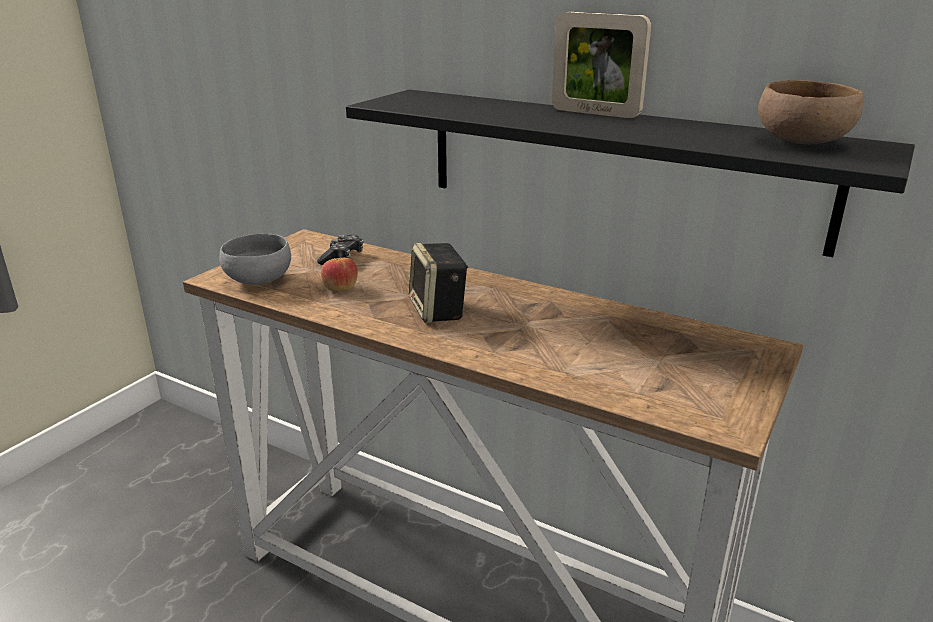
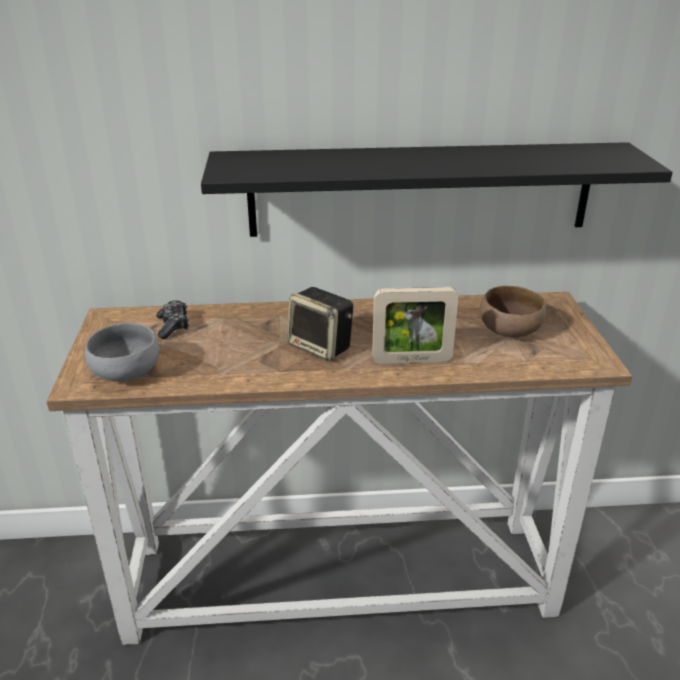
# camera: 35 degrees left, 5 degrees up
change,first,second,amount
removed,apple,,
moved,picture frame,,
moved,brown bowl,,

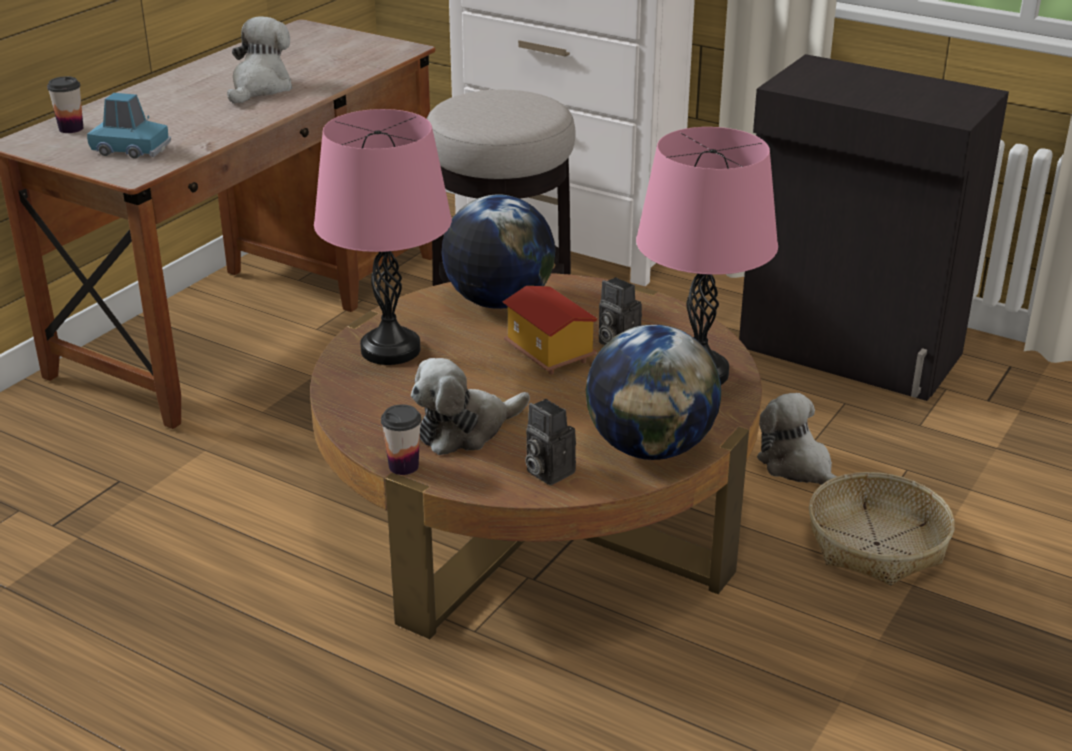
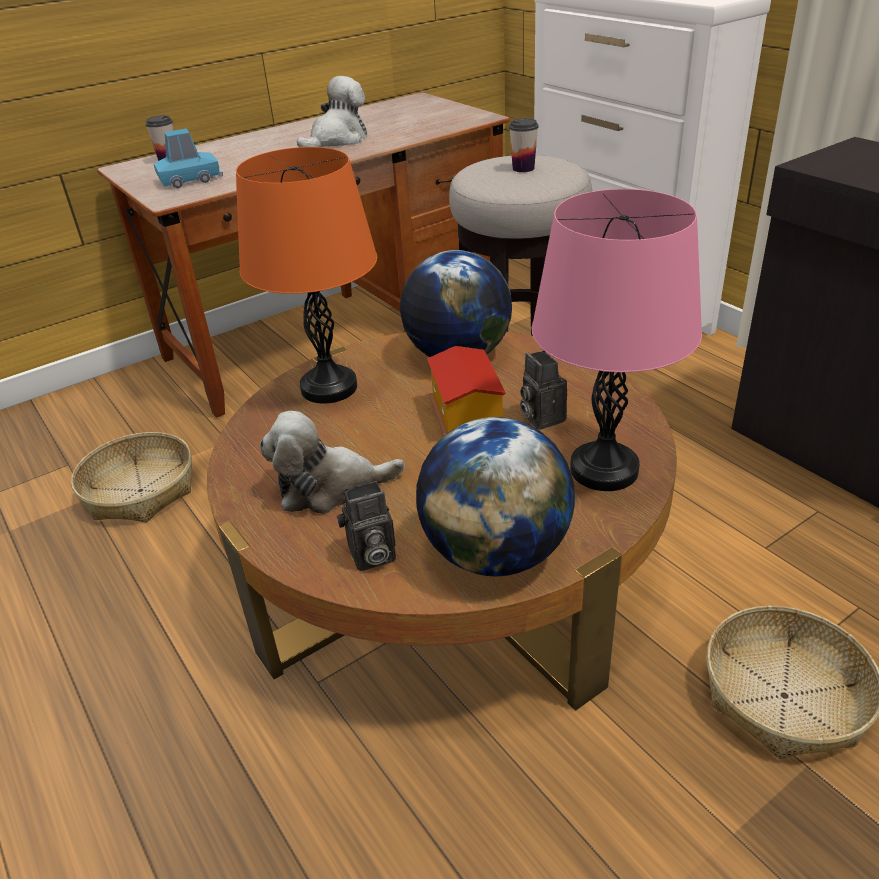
# camera: 25 degrees right, 5 degrees up
change,first,second,amount
turned,blue toy car,,60 degrees counterclockwise
recoloured,pink table lamp (1st from left),orange table lamp,
moved,cup (2nd from left),,
turned,photo camera (1st from left),,90 degrees counterclockwise
removed,plush toy (3rd from left),,
added,,basket (1st from left),

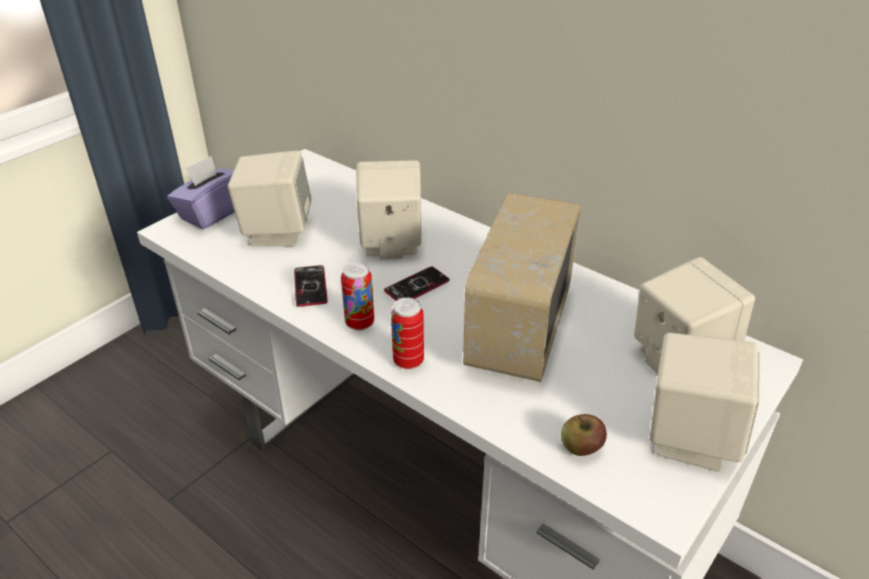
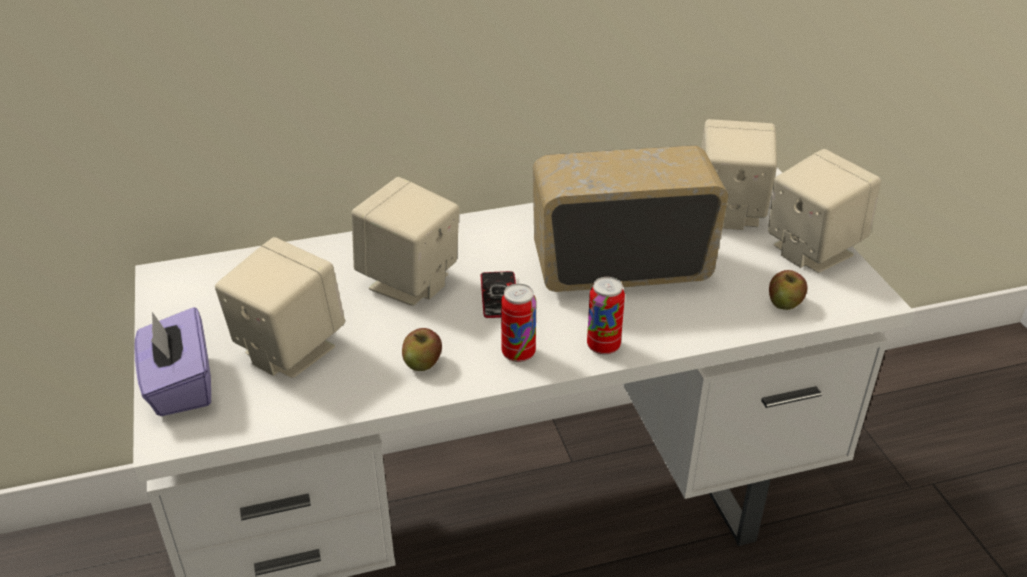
# camera: 55 degrees left, 0 degrees up
change,first,second,amount
replaced,phone (1st from left),apple (1st from left),
turned,radio,,120 degrees clockwise

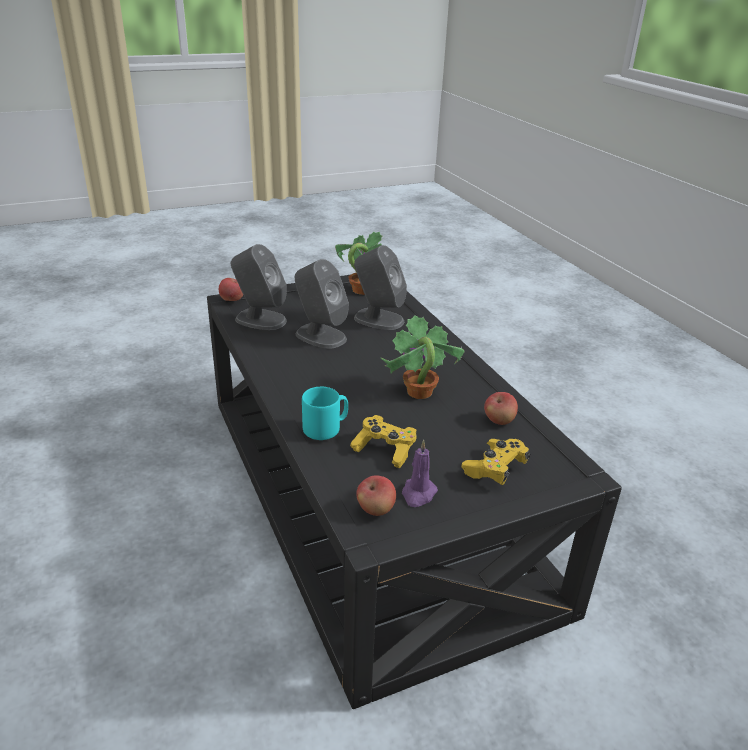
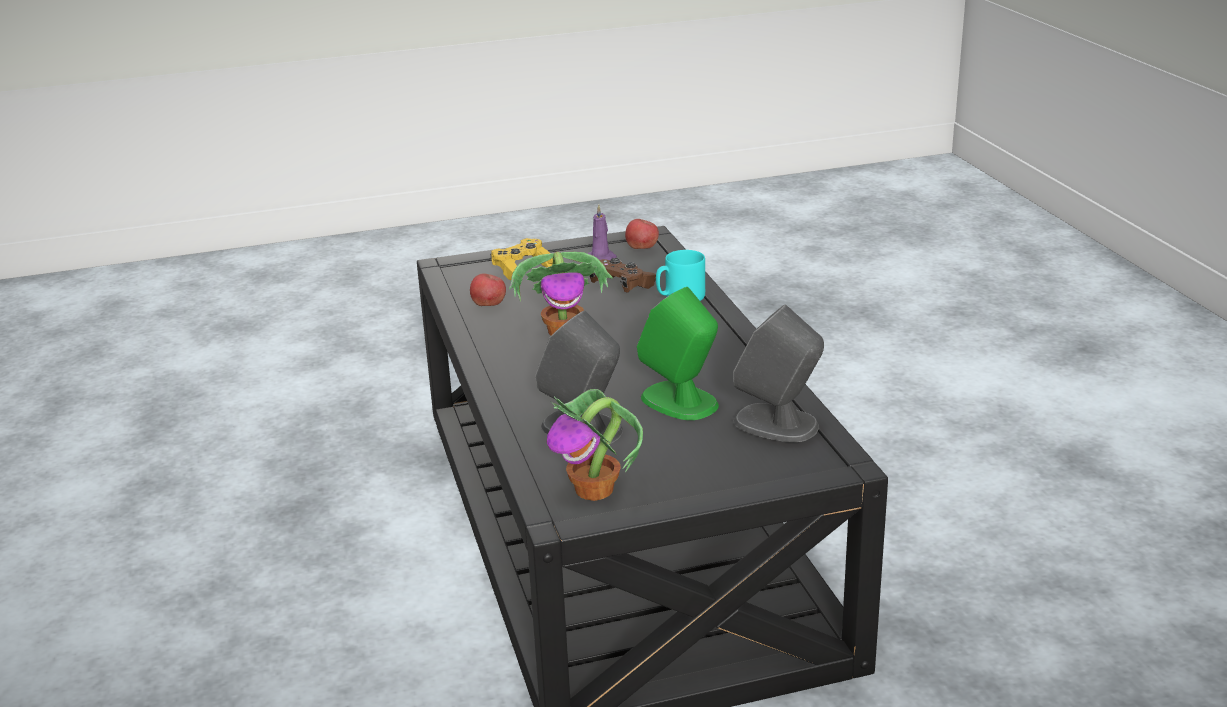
# camera: 170 degrees left, 5 degrees down
change,first,second,amount
removed,apple (1st from left),,
recoloured,grey speaker (2nd from left),green speaker,
recoloured,yellow game controller (1st from left),brown game controller,

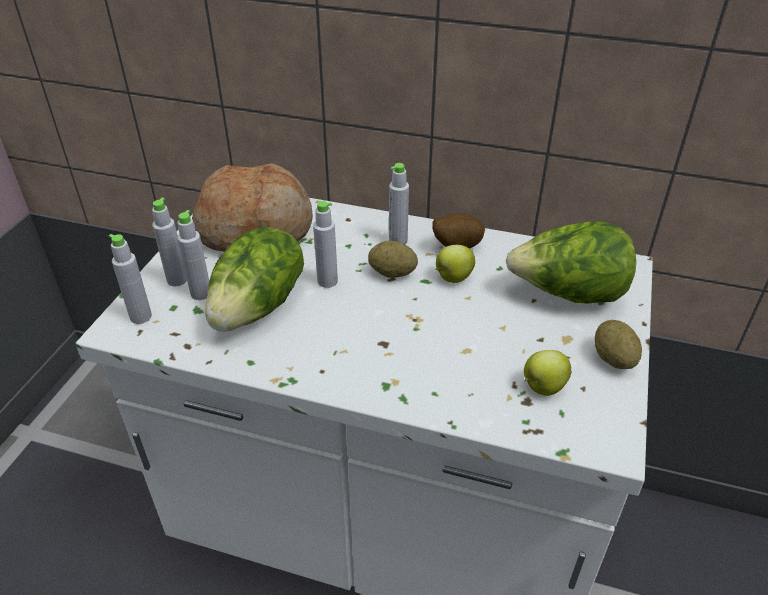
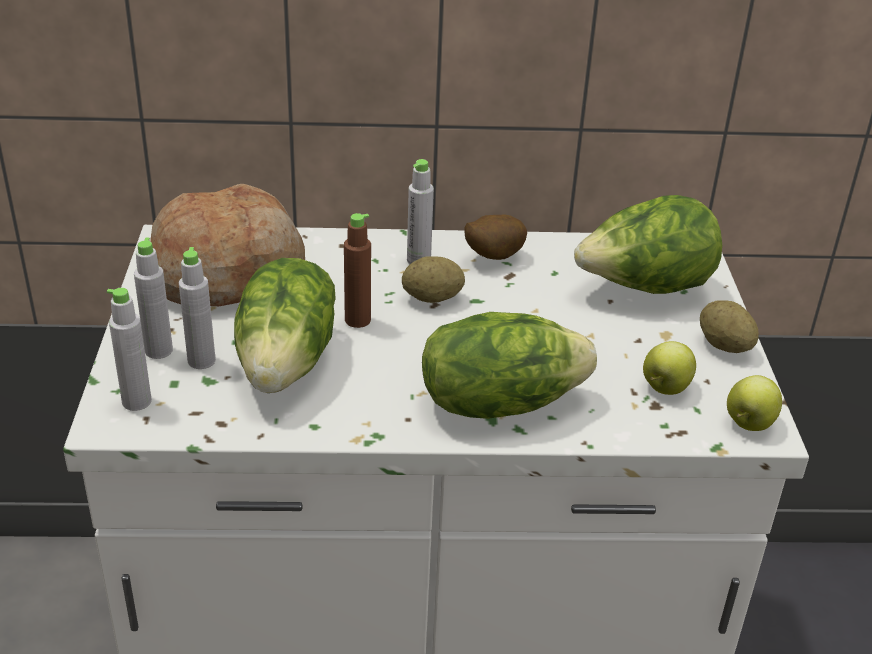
# camera: 20 degrees left, 5 degrees down
change,first,second,amount
recoloured,grey bottle (4th from left),brown bottle,
moved,apple (1st from left in the first image),apple (2nd from left),
added,,lettuce (2nd from left),

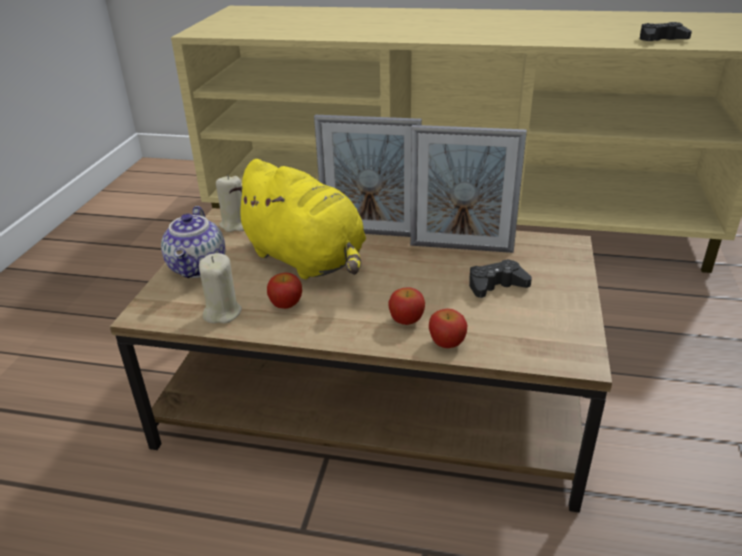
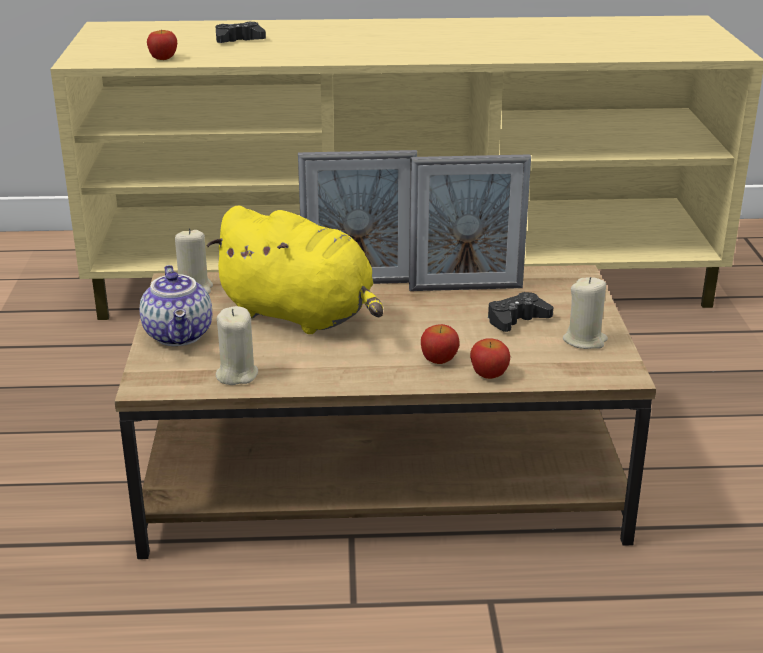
# camera: 15 degrees left, 5 degrees down
change,first,second,amount
moved,apple (1st from left),,
moved,black game controller (2nd from left in the first image),black game controller (1st from left),
added,,beige candle (3rd from left),

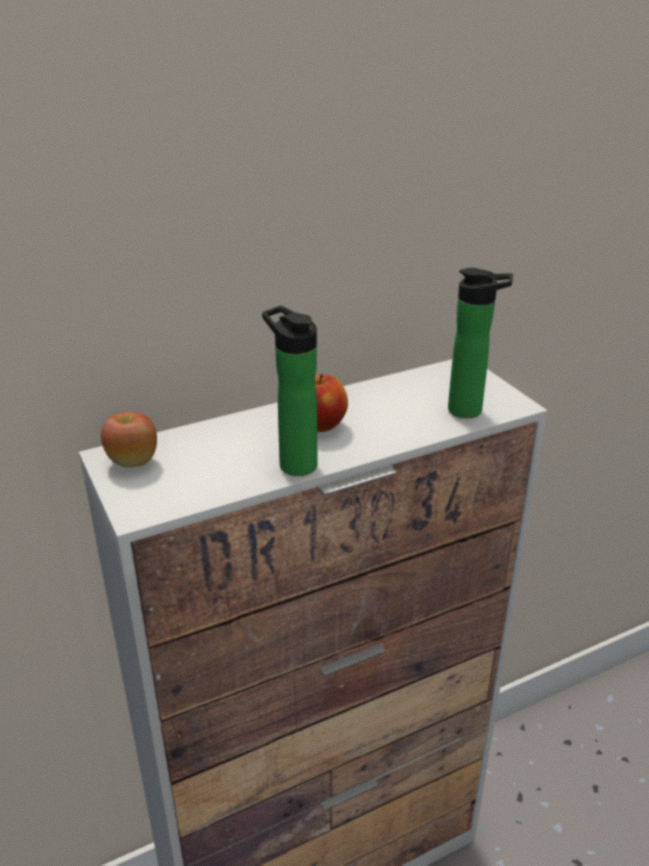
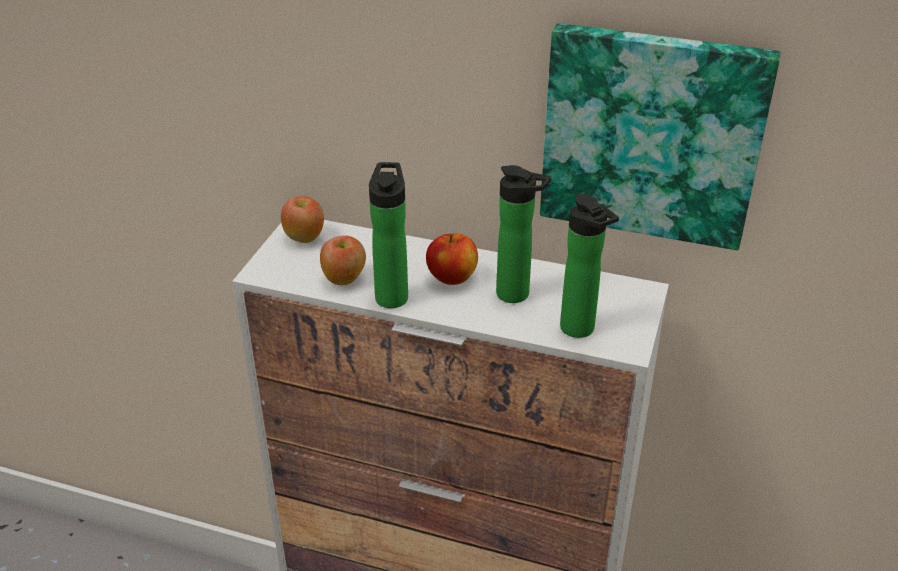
# camera: 45 degrees right, 5 degrees up
change,first,second,amount
added,,apple (2nd from left),
added,,bottle (2nd from left),
added,,picture,

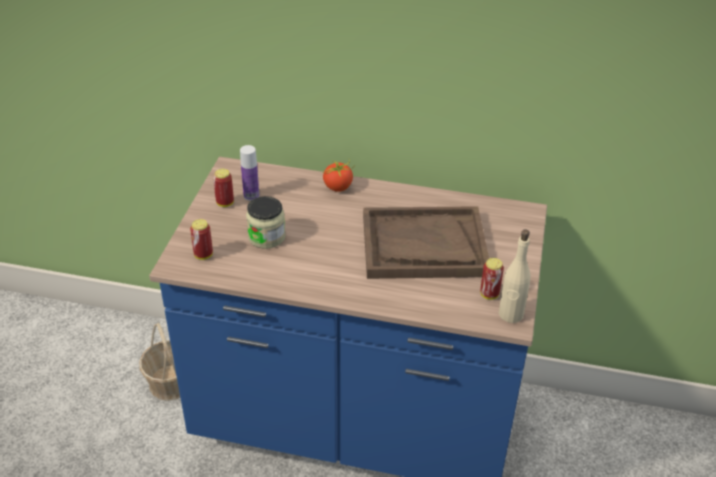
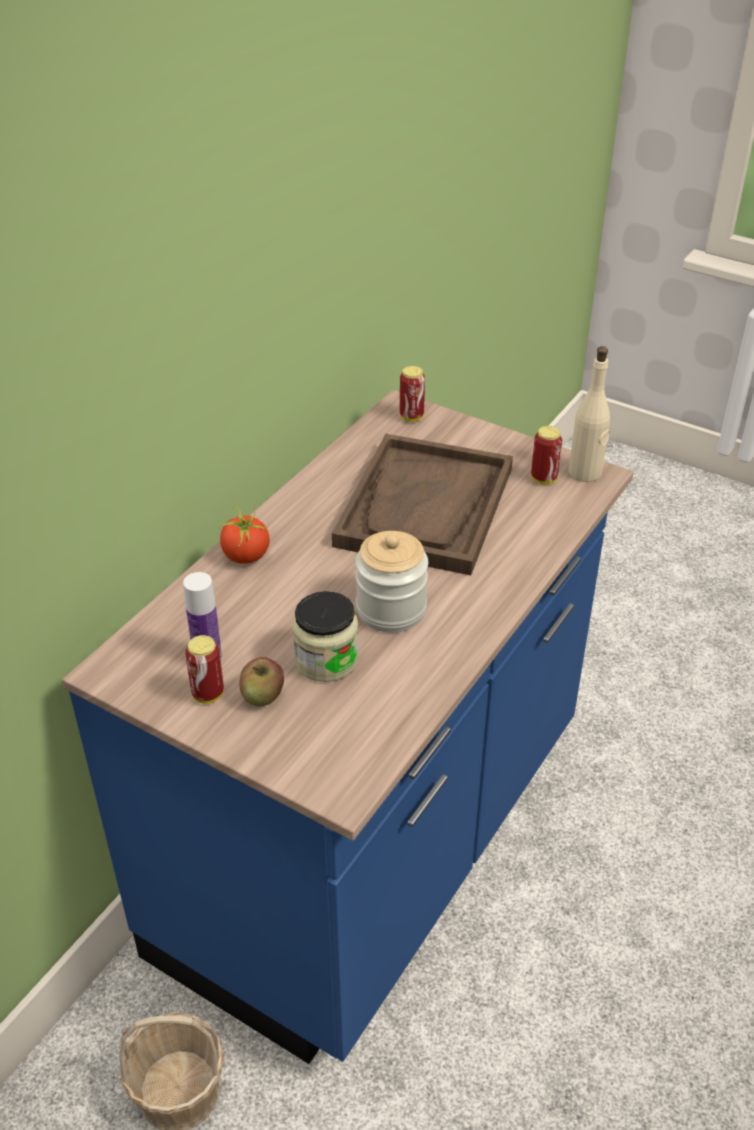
# camera: 70 degrees left, 0 degrees up
change,first,second,amount
moved,can (1st from left in the first image),can (2nd from left),
added,,apple,
added,,jar (2nd from left),

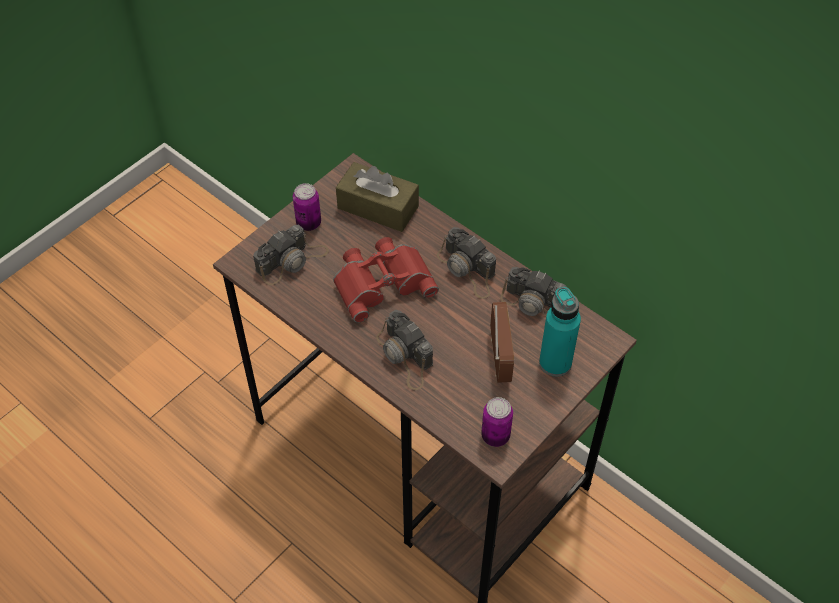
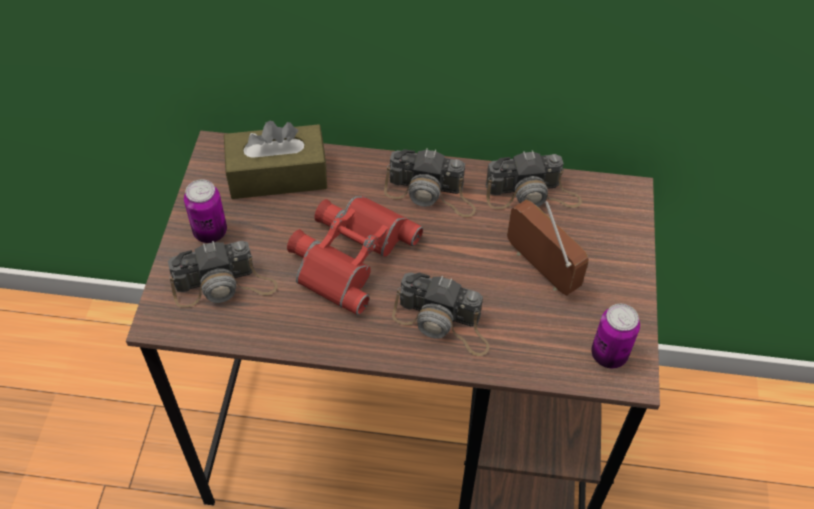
# camera: 35 degrees left, 0 degrees up
change,first,second,amount
turned,photo camera (1st from left),,60 degrees clockwise
removed,turquoise bottle,,

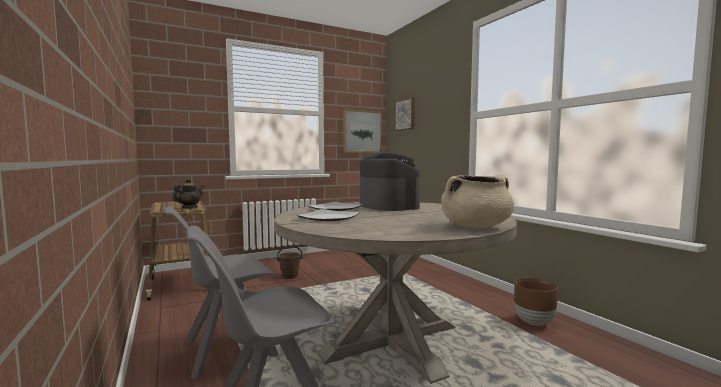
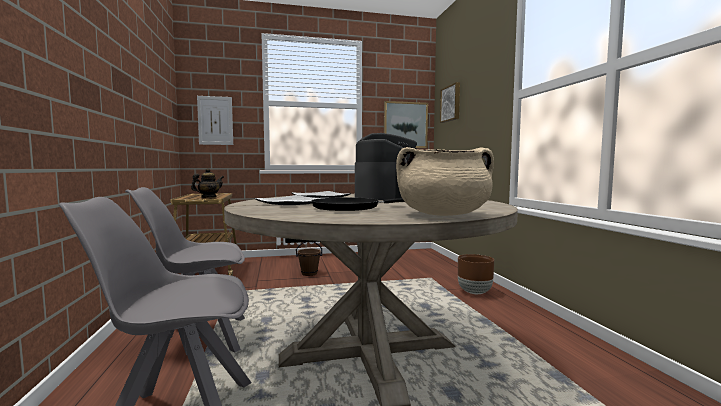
# camera: 15 degrees right, 0 degrees up
change,first,second,amount
moved,brown planter,,
added,,picture (1st from left),
added,,black frying pan,

